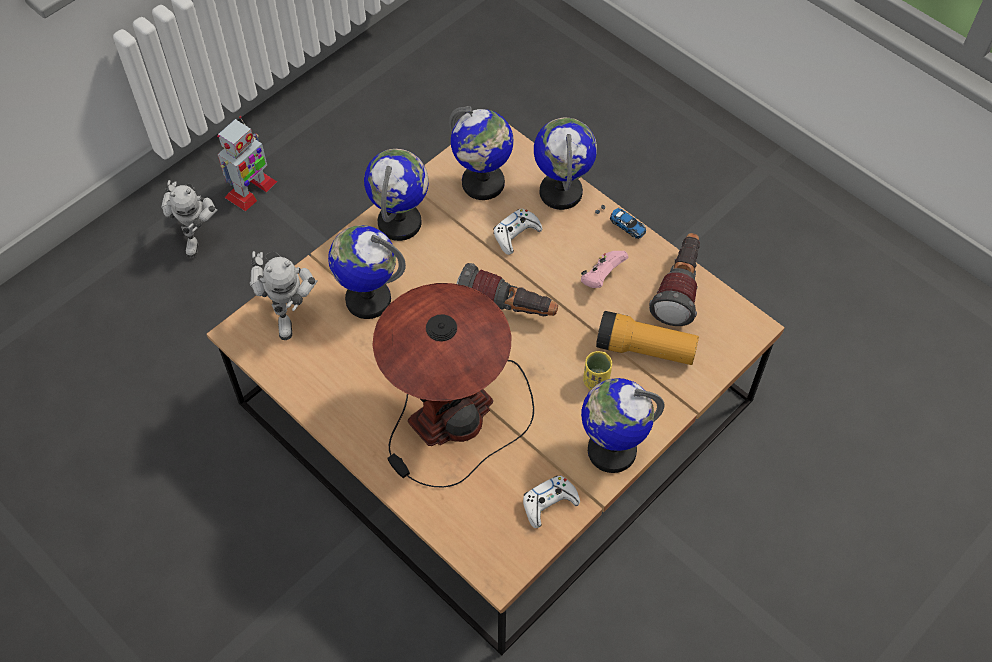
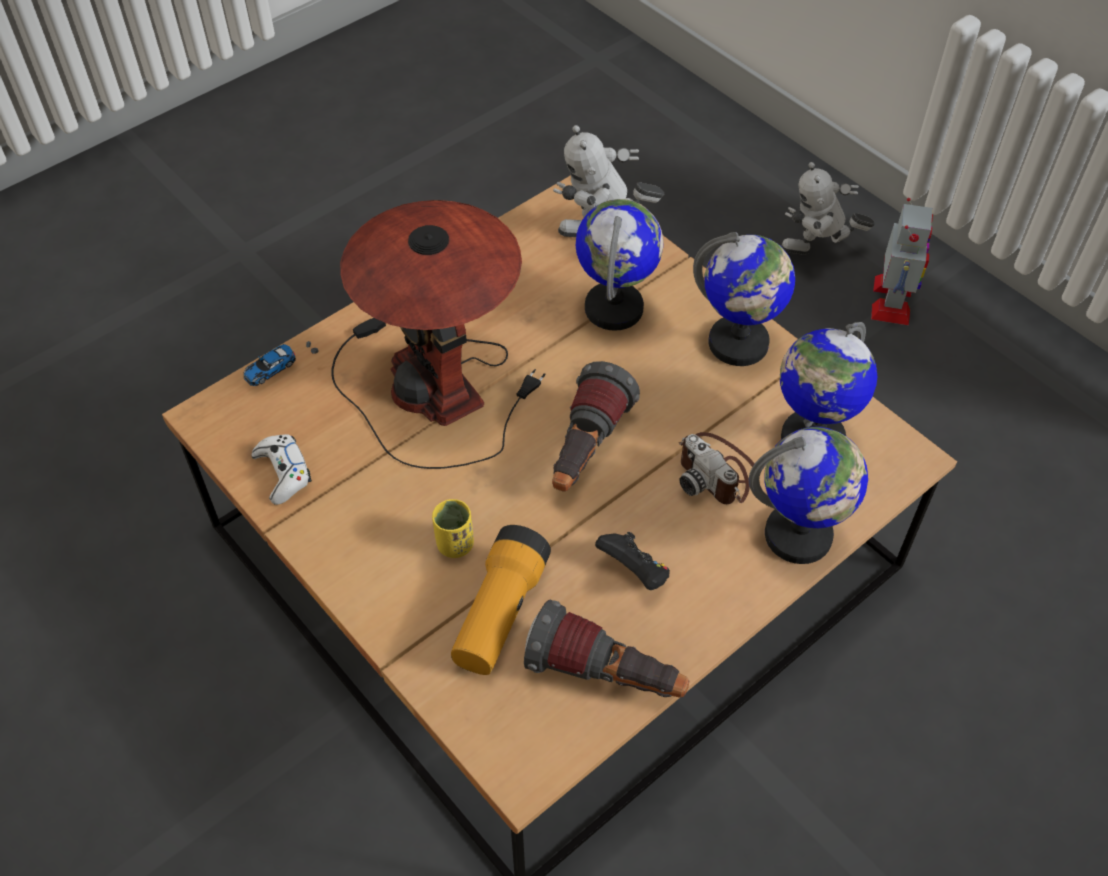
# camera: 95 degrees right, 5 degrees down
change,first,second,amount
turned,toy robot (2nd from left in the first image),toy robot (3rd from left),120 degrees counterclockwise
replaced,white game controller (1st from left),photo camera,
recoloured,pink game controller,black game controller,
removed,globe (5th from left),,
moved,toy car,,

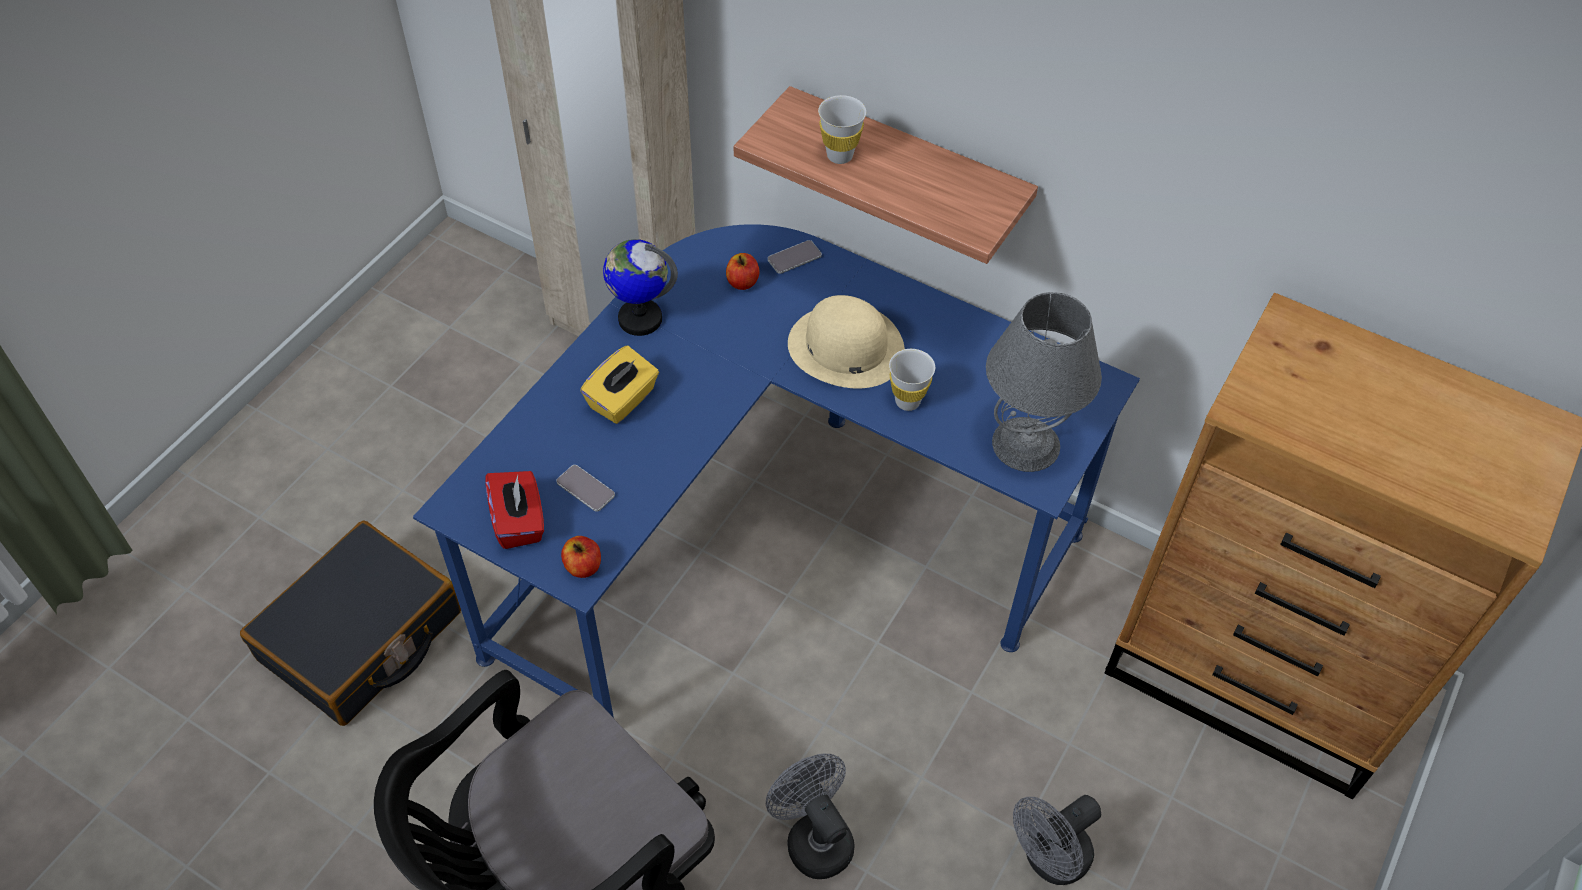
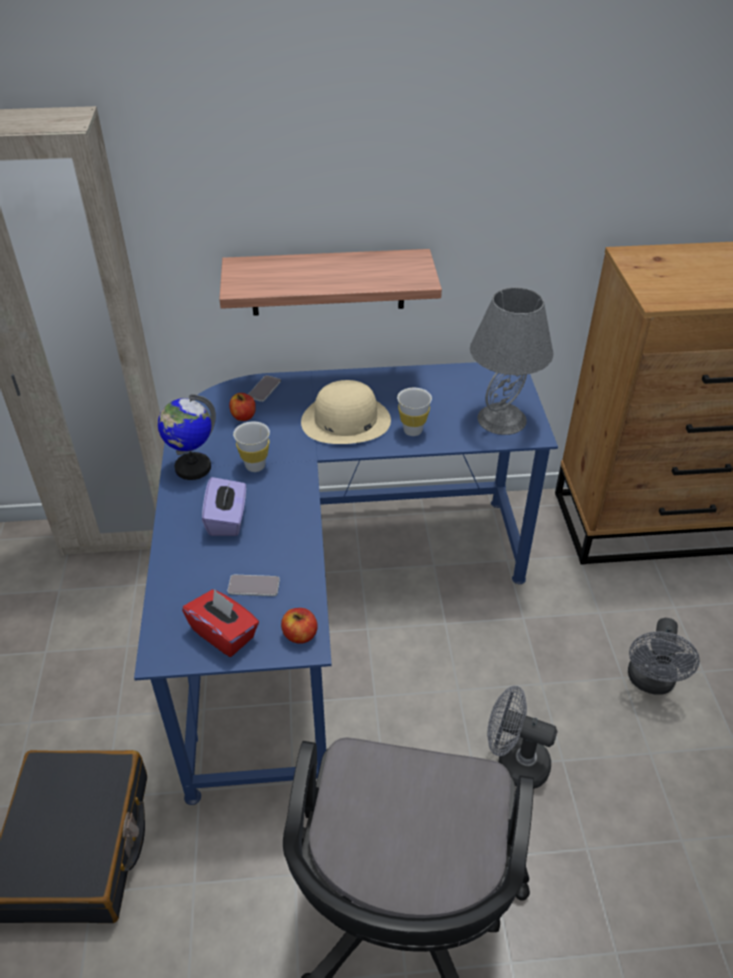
# camera: 35 degrees left, 10 degrees down
change,first,second,amount
recoloured,yellow tissue box,purple tissue box,
moved,white cup (1st from left),,

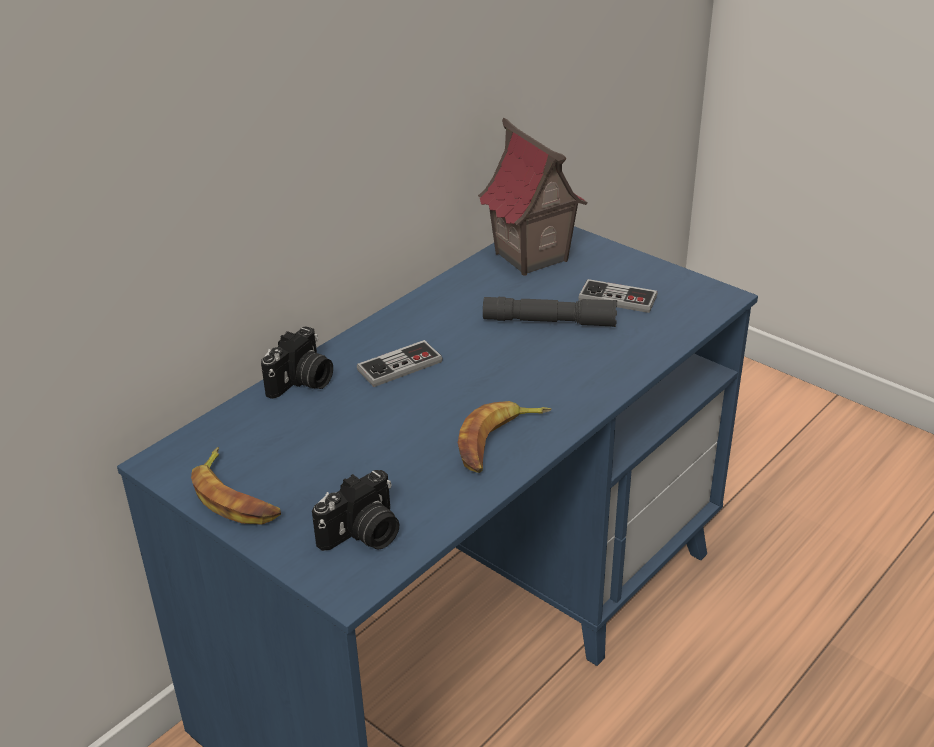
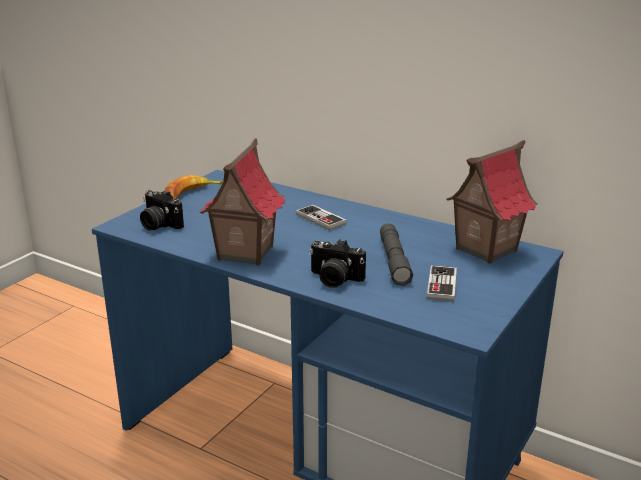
# camera: 80 degrees right, 10 degrees down
change,first,second,amount
moved,photo camera (1st from left in the first image),photo camera (2nd from left),
replaced,banana (2nd from left),toy house (1st from left),

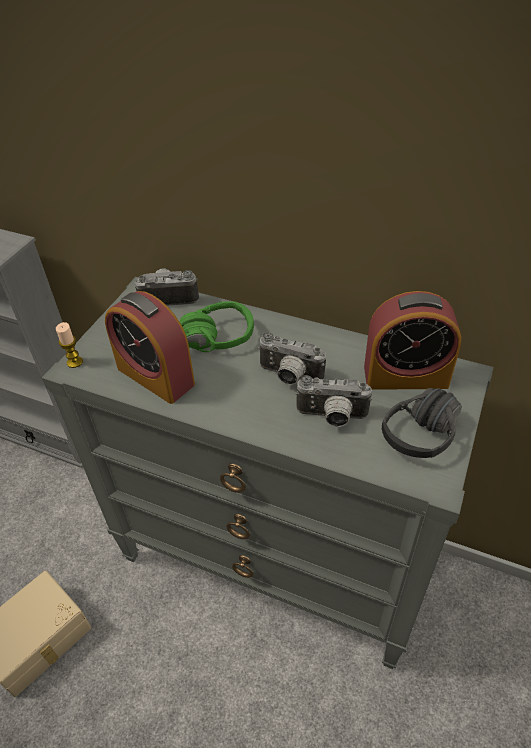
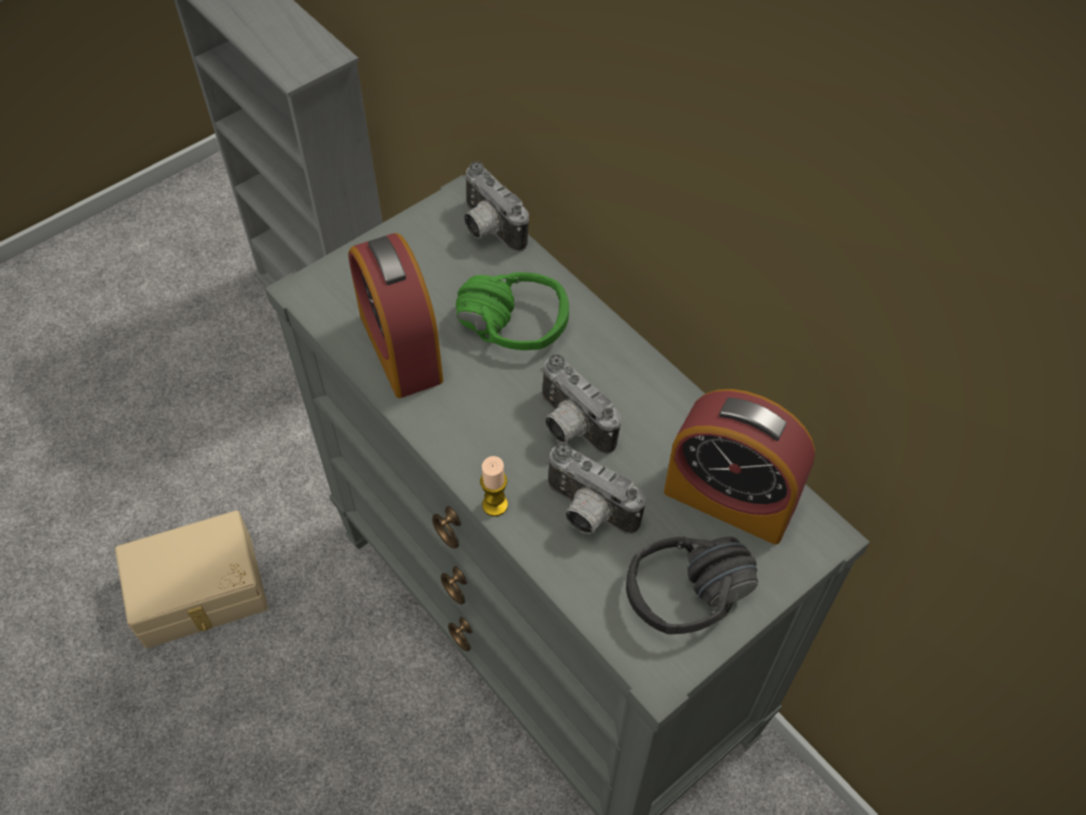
# camera: 25 degrees right, 10 degrees up
change,first,second,amount
moved,candle,,
turned,photo camera (1st from left),,150 degrees counterclockwise

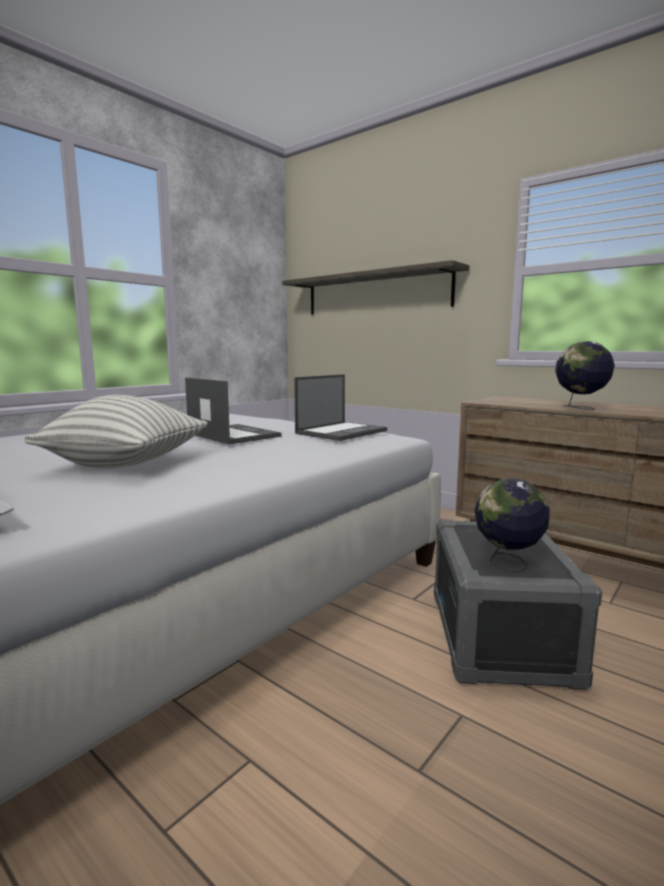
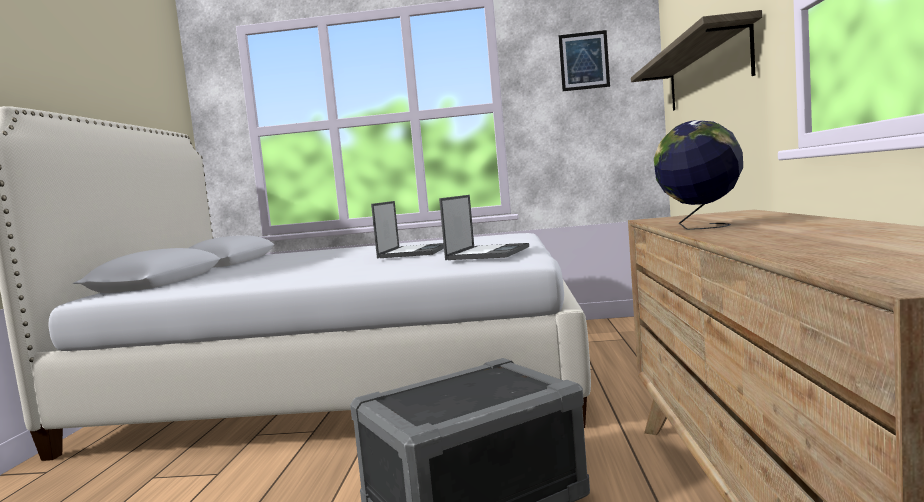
# camera: 55 degrees right, 5 degrees down
change,first,second,amount
removed,pillow,,
turned,laptop (2nd from left),,75 degrees counterclockwise
removed,globe (1st from left),,
added,,picture,

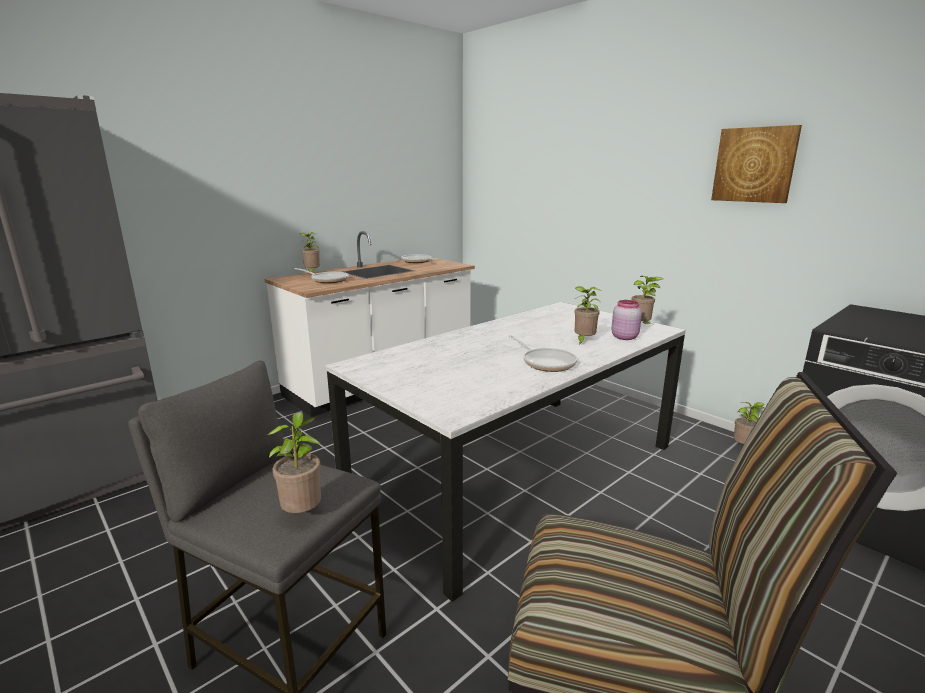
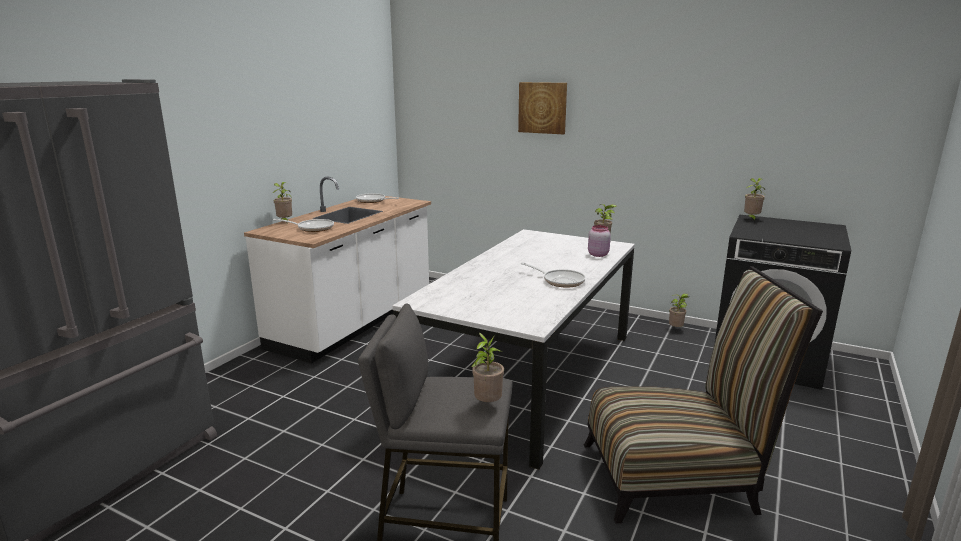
# camera: 20 degrees left, 0 degrees up
change,first,second,amount
moved,potted plant (3rd from left in the first image),potted plant (5th from left),
moved,picture,,

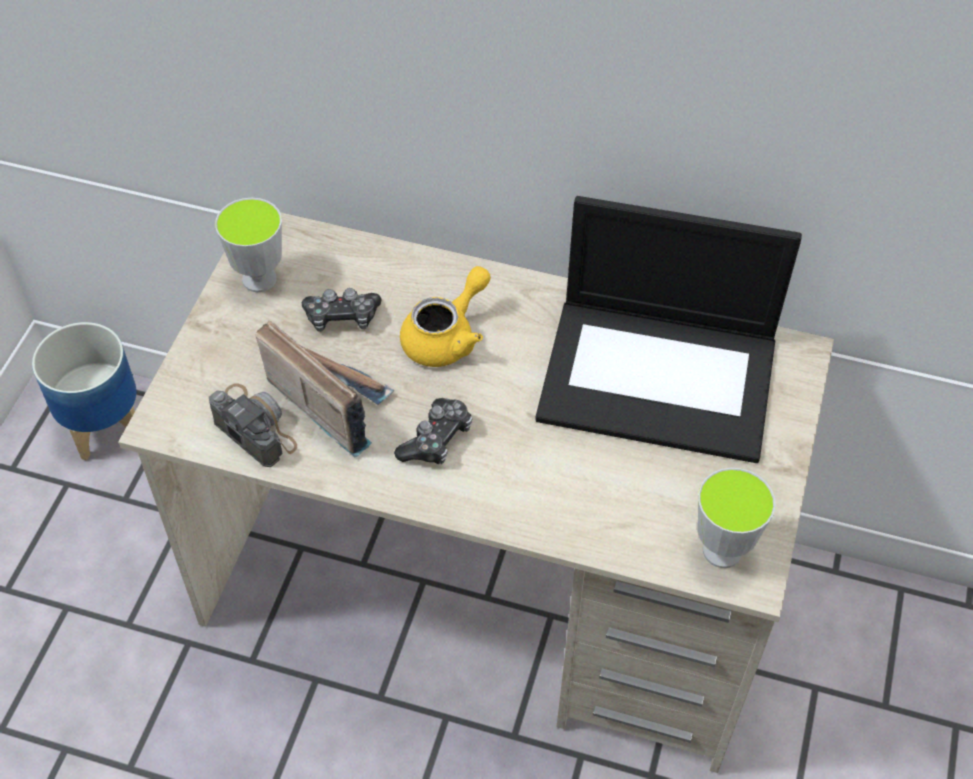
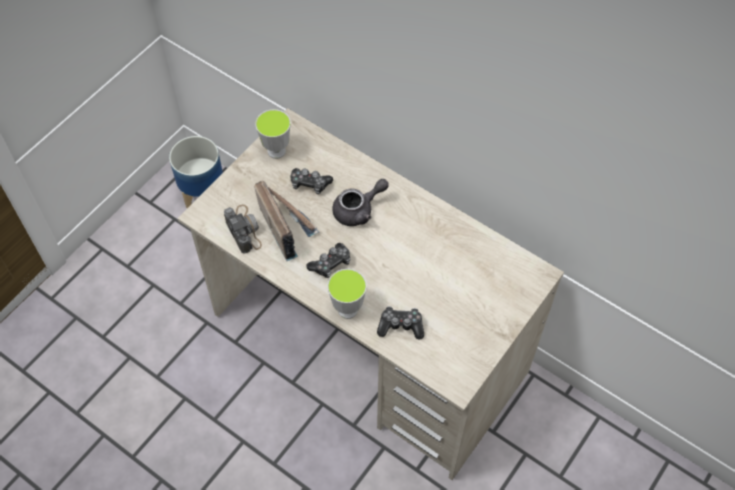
# camera: 20 degrees right, 5 degrees up
change,first,second,amount
recoloured,yellow teapot,grey teapot,
removed,laptop,,
moved,cup (2nd from left),,
added,,game controller (3rd from left),

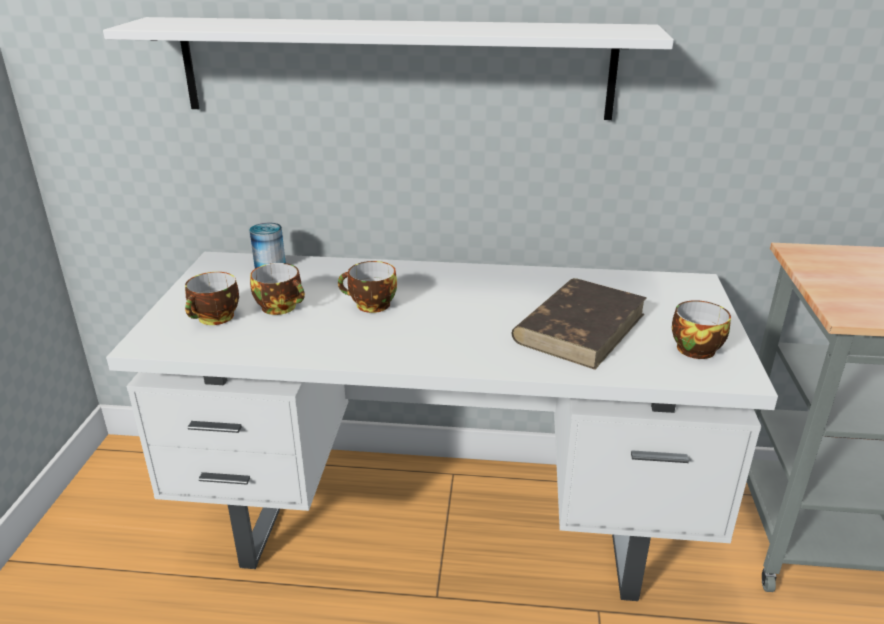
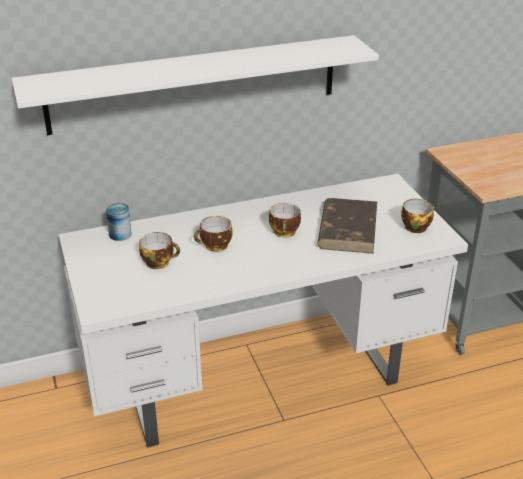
# camera: 25 degrees left, 5 degrees up
change,first,second,amount
moved,cup (1st from left in the first image),cup (3rd from left),

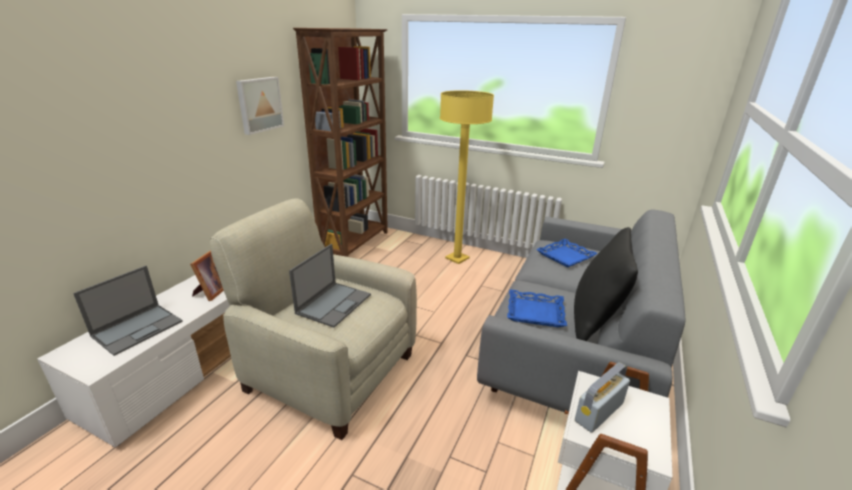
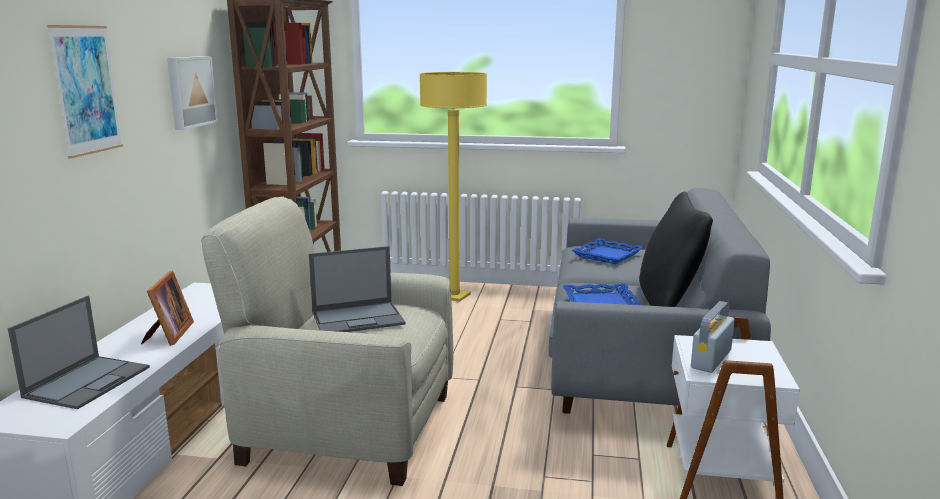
# camera: 15 degrees left, 10 degrees down
change,first,second,amount
turned,laptop (2nd from left),,60 degrees clockwise
added,,picture (1st from left),

